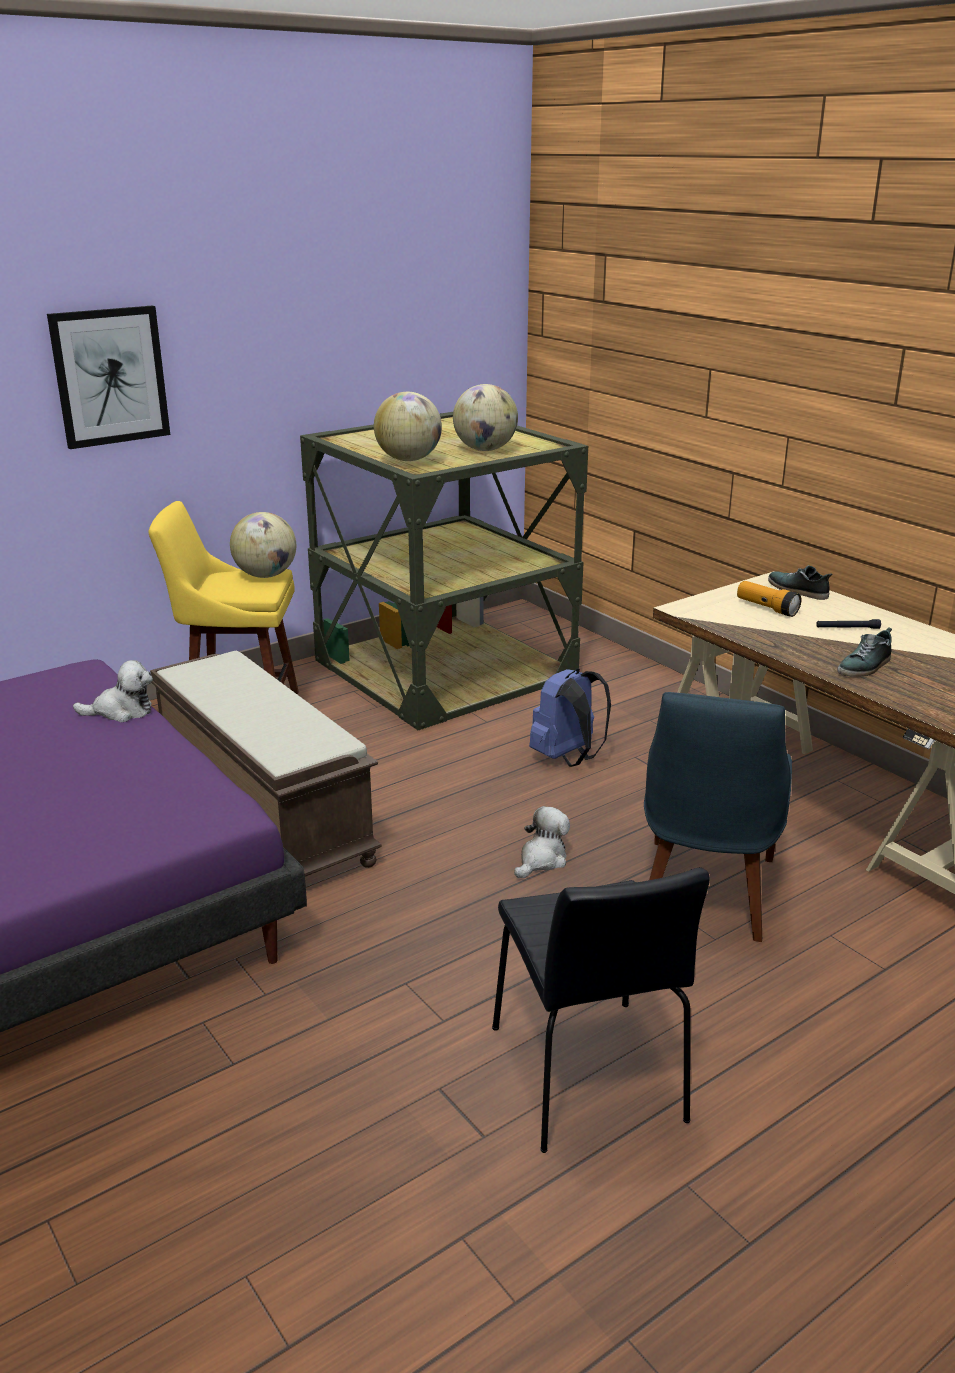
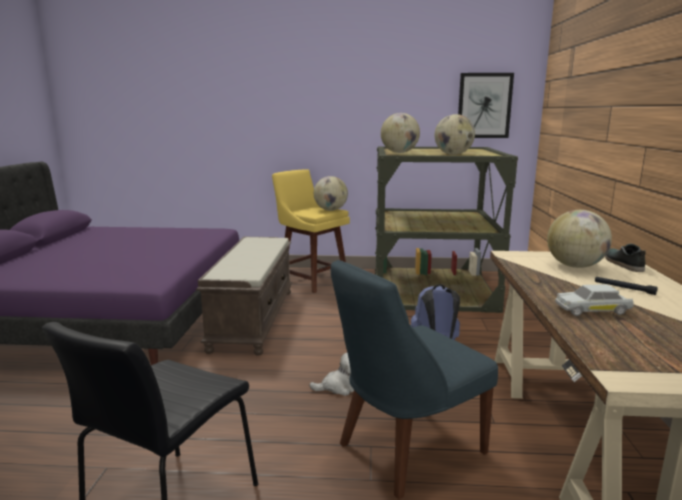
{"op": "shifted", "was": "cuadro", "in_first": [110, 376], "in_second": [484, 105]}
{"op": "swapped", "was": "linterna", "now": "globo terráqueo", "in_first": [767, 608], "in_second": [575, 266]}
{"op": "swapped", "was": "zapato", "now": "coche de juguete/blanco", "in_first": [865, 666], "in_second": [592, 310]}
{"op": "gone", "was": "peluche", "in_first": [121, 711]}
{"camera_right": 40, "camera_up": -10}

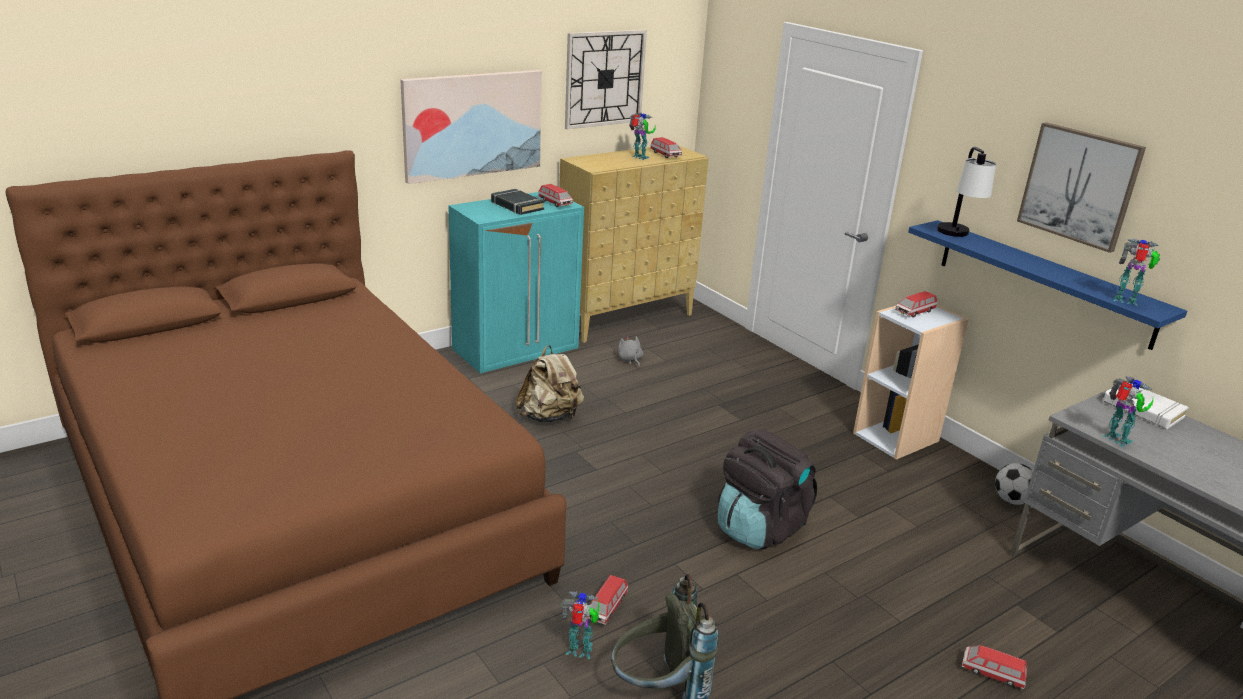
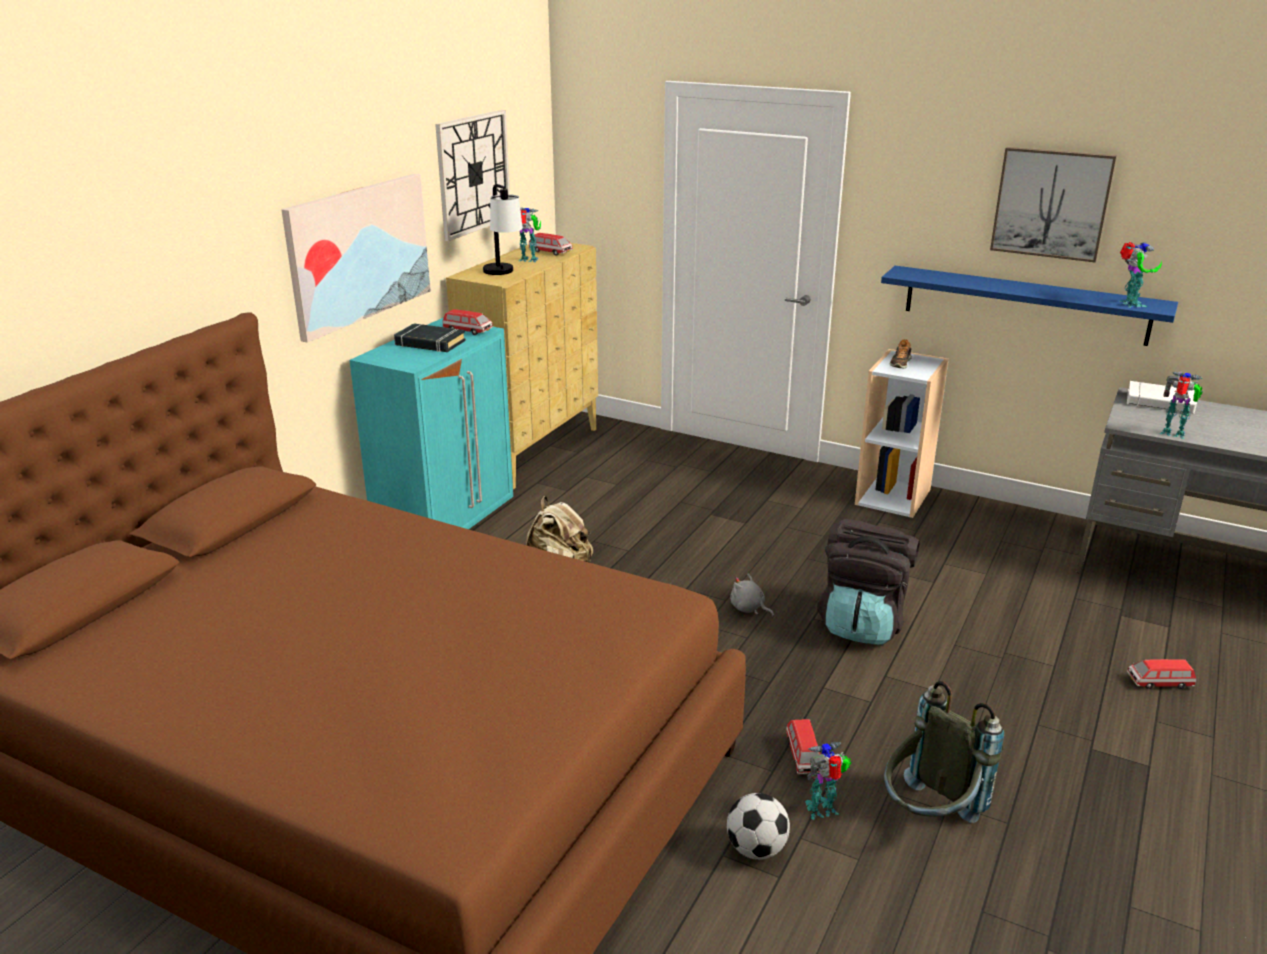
{"op": "shifted", "was": "lámpara de mesa", "in_first": [958, 236], "in_second": [504, 274]}
{"op": "rotated", "was": "robot de juguete", "in_first": [1126, 301], "in_second": [1130, 304], "clockwise": 90}
{"op": "swapped", "was": "coche de juguete", "now": "zapato", "in_first": [915, 312], "in_second": [900, 363]}
{"op": "shifted", "was": "peluche/gris", "in_first": [630, 360], "in_second": [749, 608]}
{"op": "shifted", "was": "balón de fútbol", "in_first": [1011, 500], "in_second": [755, 849]}
{"camera_right": -25, "camera_up": 0}

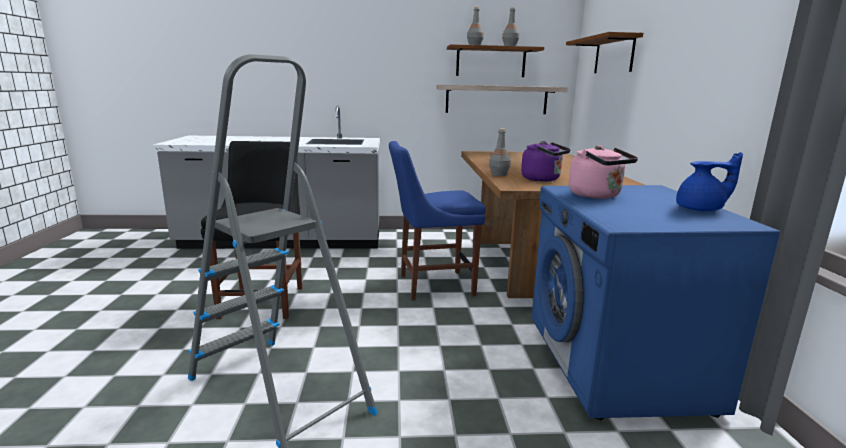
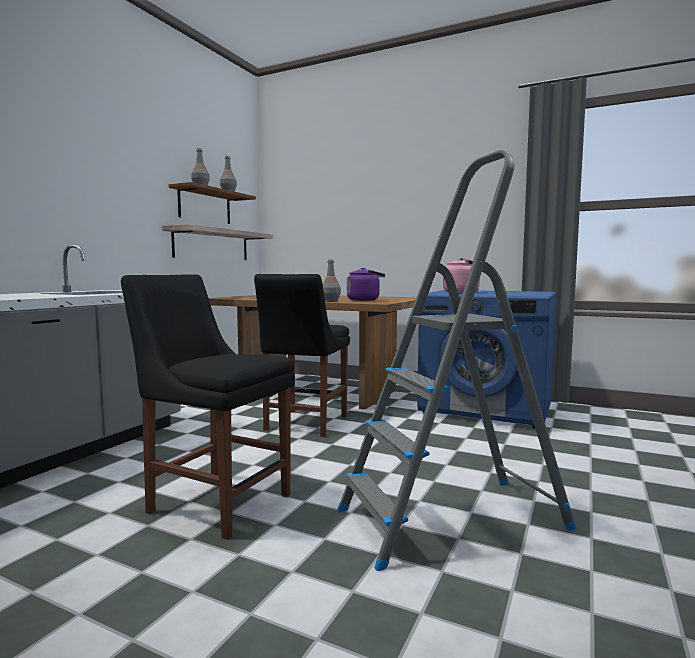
{"op": "gone", "was": "estante/marrón", "in_first": [614, 55]}
{"op": "repainted", "was": "silla/azul", "now": "silla/negro", "in_first": [432, 285], "in_second": [304, 424]}
{"op": "gone", "was": "tetera/azul", "in_first": [701, 209]}
{"camera_right": -60, "camera_up": -10}

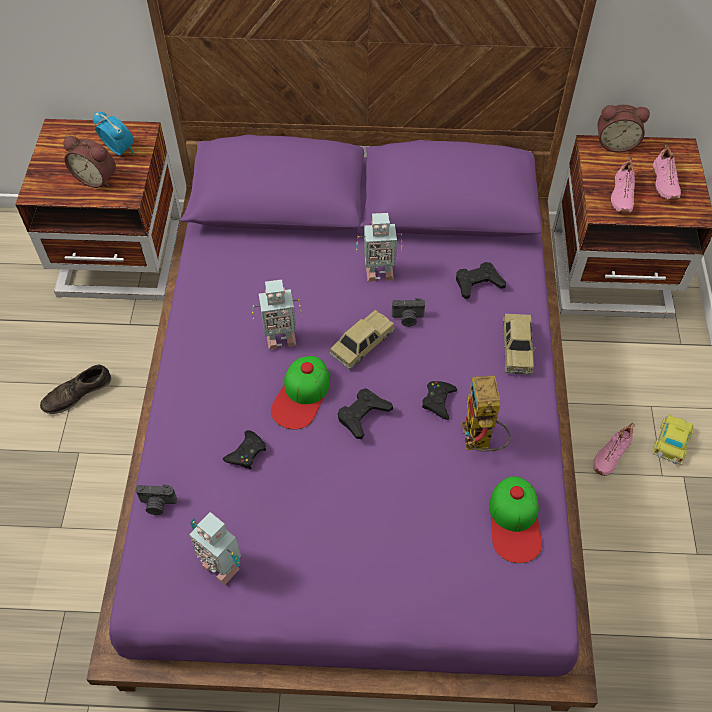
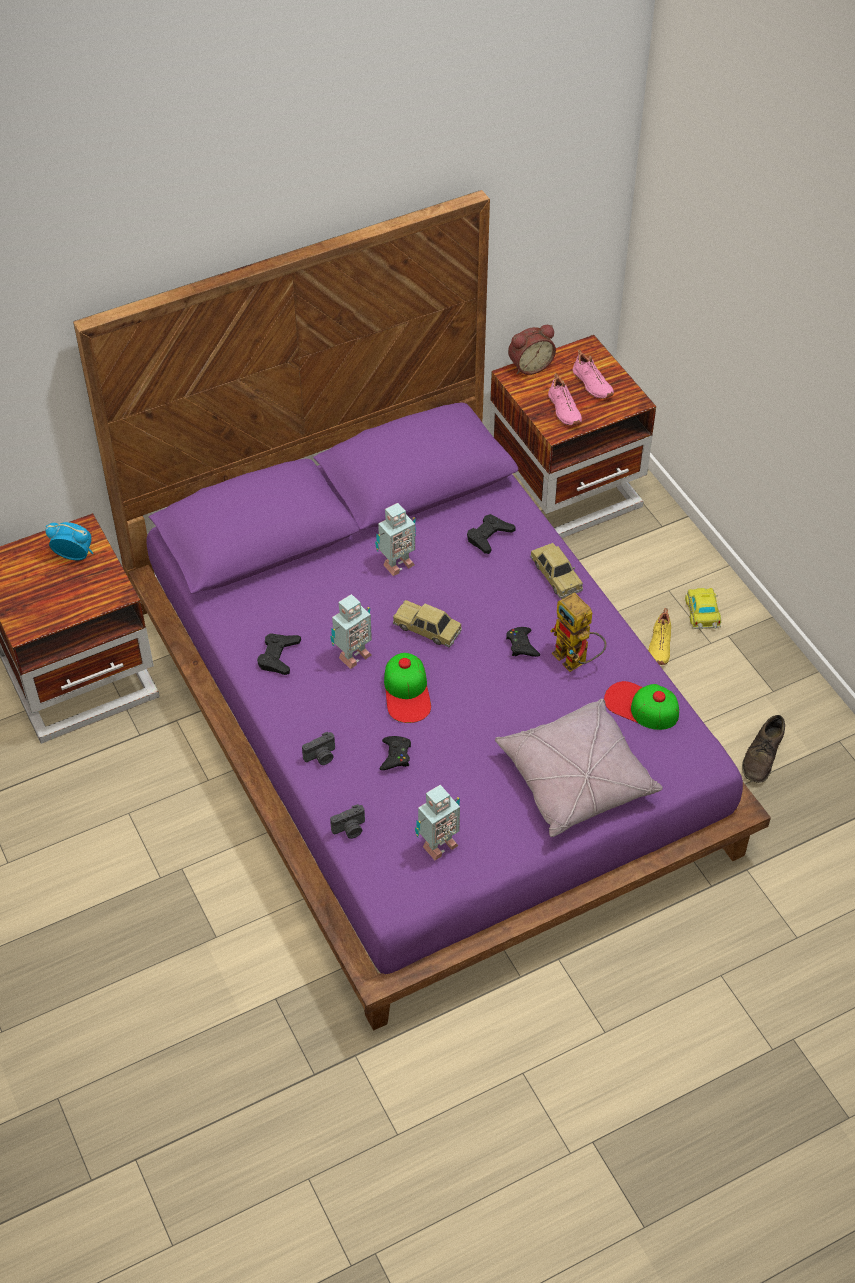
{"op": "gone", "was": "despertador", "in_first": [97, 177]}
{"op": "shifted", "was": "cámara", "in_first": [407, 318], "in_second": [321, 757]}
{"op": "rotated", "was": "coche de juguete", "in_first": [362, 344], "in_second": [427, 629], "clockwise": -75}
{"op": "shifted", "was": "zapato/marrón", "in_first": [77, 393], "in_second": [763, 755]}
{"op": "shifted", "was": "mando de consola/negro", "in_first": [363, 415], "in_second": [278, 656]}
{"op": "repainted", "was": "zapato/rosa", "now": "zapato/amarillo", "in_first": [610, 454], "in_second": [659, 645]}
{"op": "rotated", "was": "gorra", "in_first": [515, 521], "in_second": [641, 706], "clockwise": 150}
{"op": "rotated", "was": "robot de juguete", "in_first": [221, 564], "in_second": [437, 845], "clockwise": -45}
{"op": "new", "now": "cojín/morado", "in_second": [575, 779]}
{"camera_right": -30, "camera_up": -5}

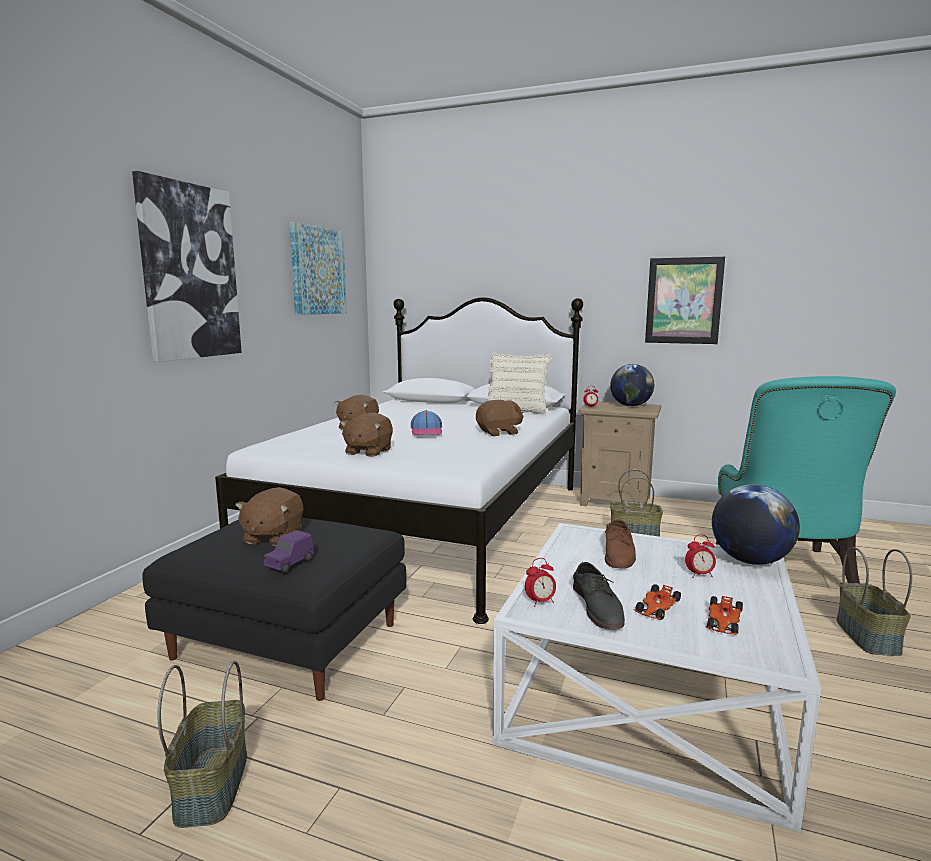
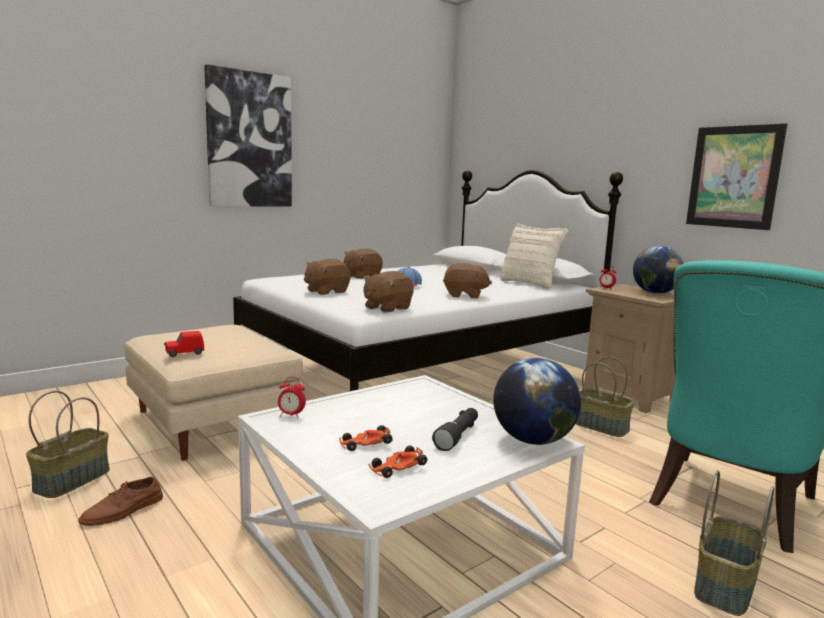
{"op": "gone", "was": "cuadro", "in_first": [317, 271]}
{"op": "shifted", "was": "peluche/marrón", "in_first": [272, 537], "in_second": [387, 308]}
{"op": "repainted", "was": "puf/negro", "now": "puf/beis", "in_first": [290, 641], "in_second": [215, 422]}
{"op": "shifted", "was": "zapato/marrón", "in_first": [619, 554], "in_second": [123, 511]}
{"op": "repainted", "was": "coche de juguete/morado", "now": "coche de juguete/rojo", "in_first": [289, 563], "in_second": [184, 353]}
{"op": "swapped", "was": "despertador", "now": "linterna/negro", "in_first": [699, 575], "in_second": [458, 436]}
{"op": "gone", "was": "zapato/gris", "in_first": [598, 606]}
{"camera_right": 30, "camera_up": 0}

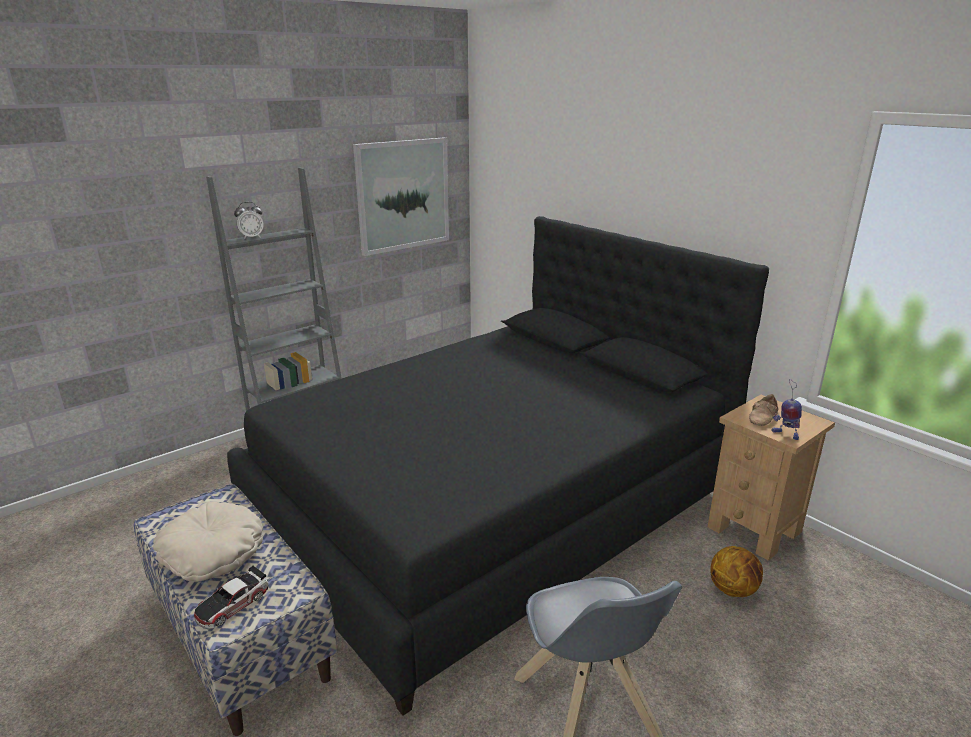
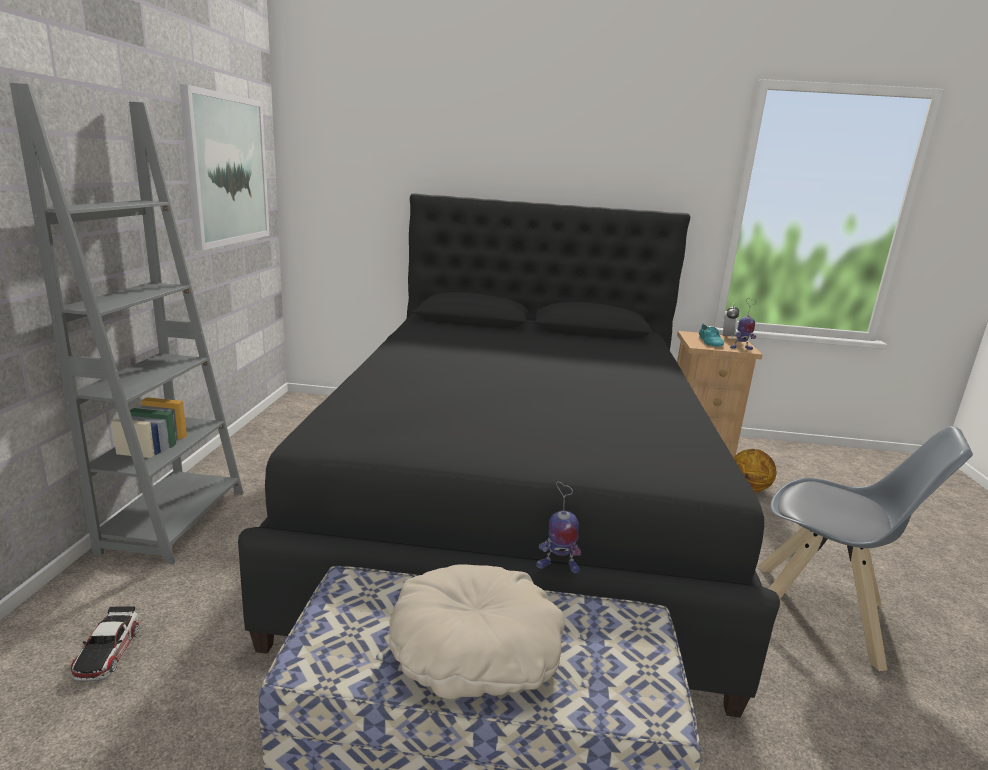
{"op": "shifted", "was": "despertador", "in_first": [251, 237], "in_second": [727, 337]}
{"op": "repainted", "was": "zapato/beis", "now": "zapato/turquesa", "in_first": [764, 417], "in_second": [710, 342]}
{"op": "shifted", "was": "coche de juguete", "in_first": [232, 604], "in_second": [107, 651]}
{"op": "new", "now": "robot de juguete", "in_second": [557, 566]}
{"camera_right": -45, "camera_up": -5}

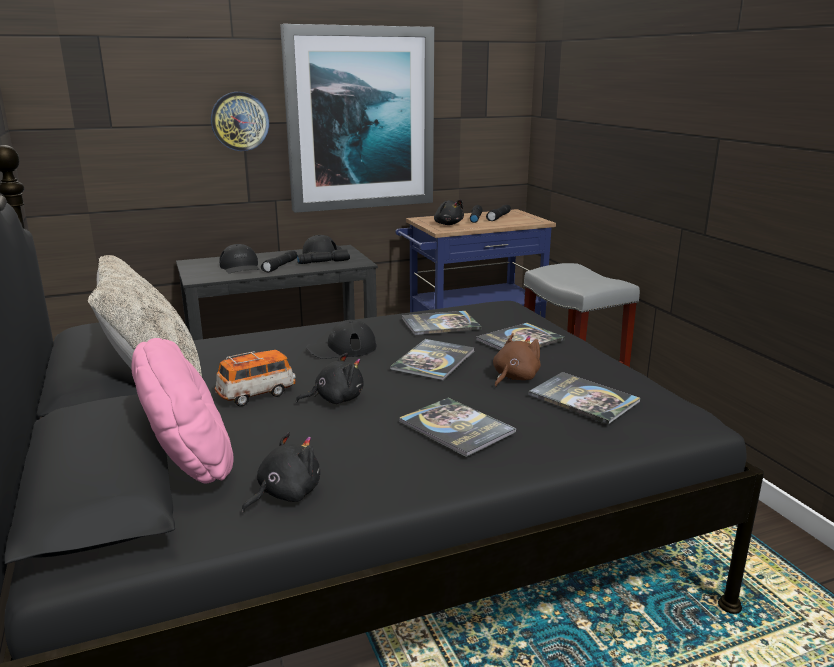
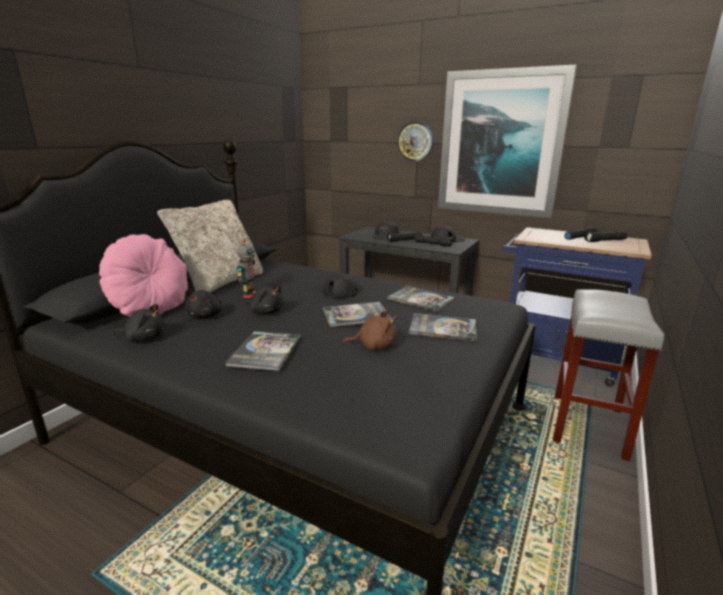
{"op": "shifted", "was": "peluche/negro", "in_first": [448, 224], "in_second": [206, 316]}
{"op": "swapped", "was": "coche de juguete", "now": "robot de juguete", "in_first": [257, 394], "in_second": [249, 295]}
{"op": "gone", "was": "libro", "in_first": [583, 399]}
{"camera_right": 50, "camera_up": 0}

